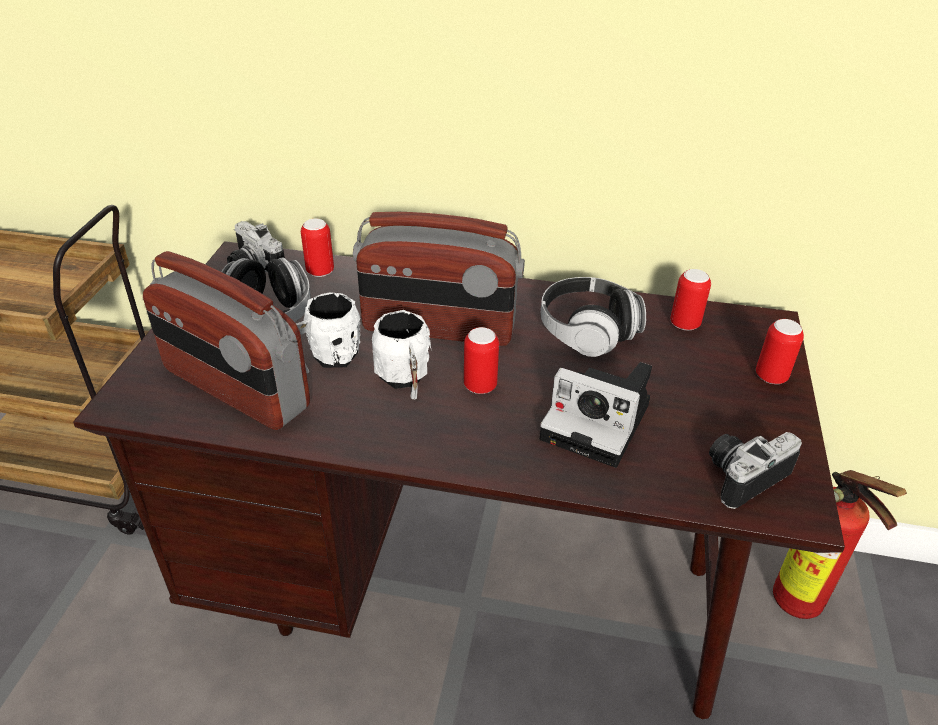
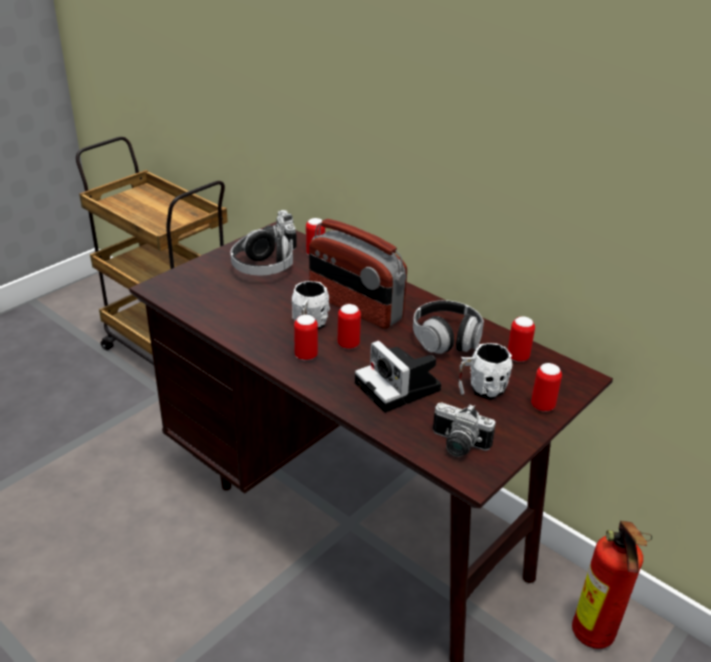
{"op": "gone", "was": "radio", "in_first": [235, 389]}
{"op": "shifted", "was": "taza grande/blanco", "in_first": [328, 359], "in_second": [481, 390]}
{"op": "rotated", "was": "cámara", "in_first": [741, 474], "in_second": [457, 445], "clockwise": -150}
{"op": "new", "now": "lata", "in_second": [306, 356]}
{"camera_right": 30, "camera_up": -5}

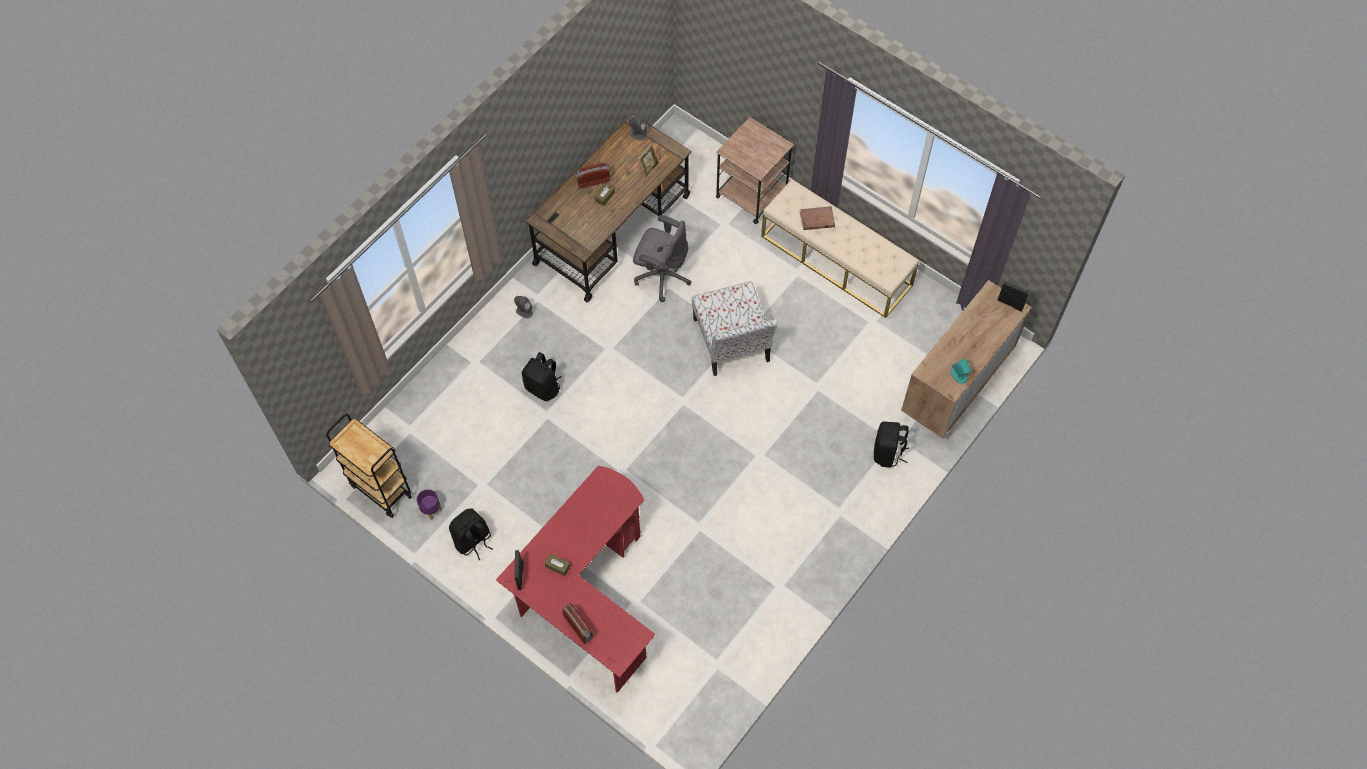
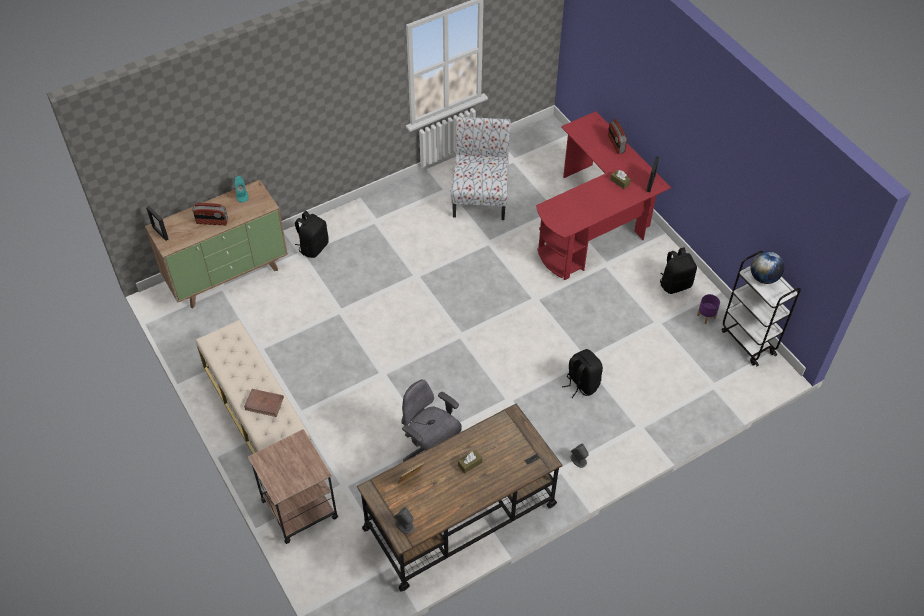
{"op": "shifted", "was": "radio", "in_first": [593, 181], "in_second": [212, 222]}
{"op": "shifted", "was": "silla", "in_first": [732, 341], "in_second": [480, 195]}
{"op": "repainted", "was": "carrito/marrón", "now": "carrito/blanco", "in_first": [380, 492], "in_second": [748, 343]}
{"op": "new", "now": "globo terráqueo", "in_second": [763, 277]}
{"camera_right": -160, "camera_up": -10}

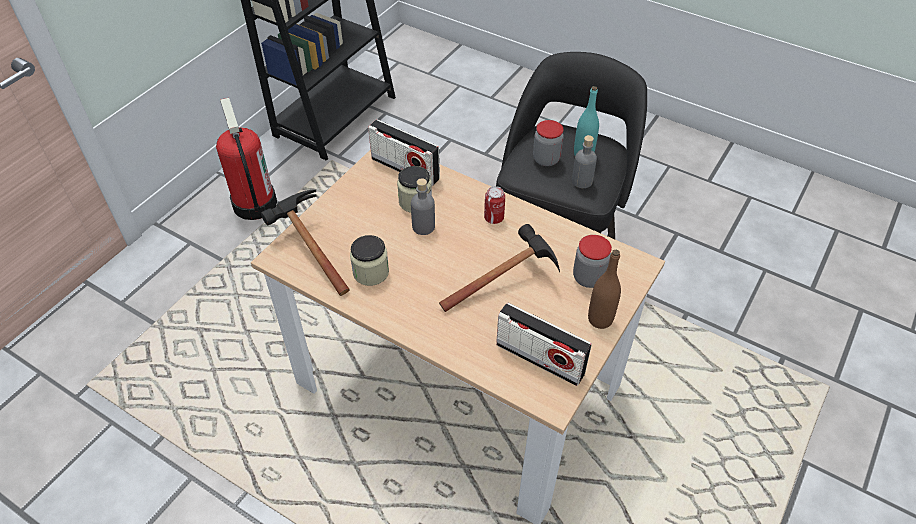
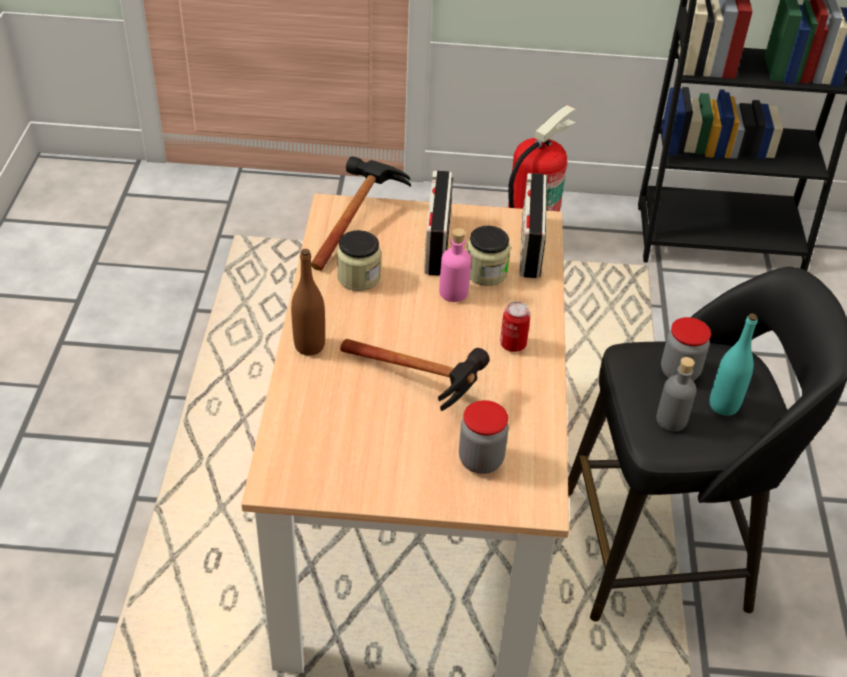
{"op": "repainted", "was": "botella/gris", "now": "botella/rosa", "in_first": [423, 226], "in_second": [453, 292]}
{"op": "shifted", "was": "botella/marrón", "in_first": [600, 319], "in_second": [309, 346]}
{"op": "shifted", "was": "radio", "in_first": [540, 359], "in_second": [437, 244]}
{"camera_right": 60, "camera_up": -5}

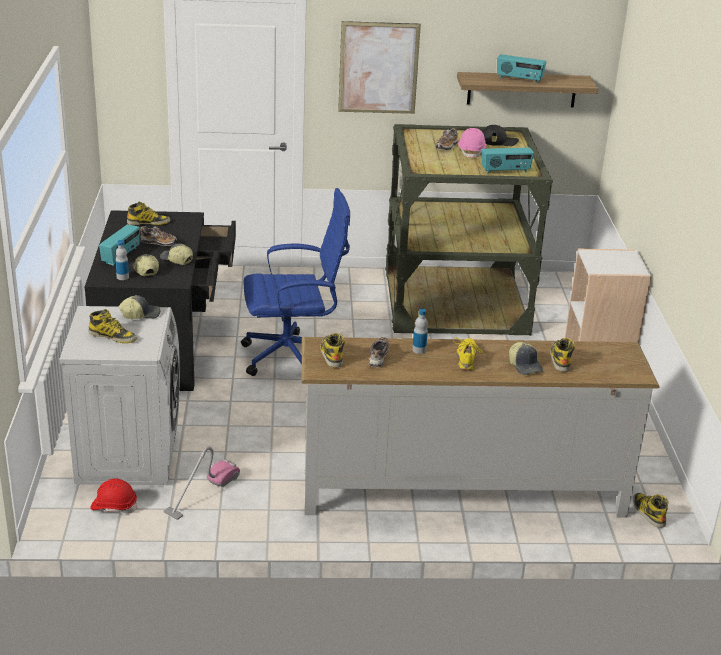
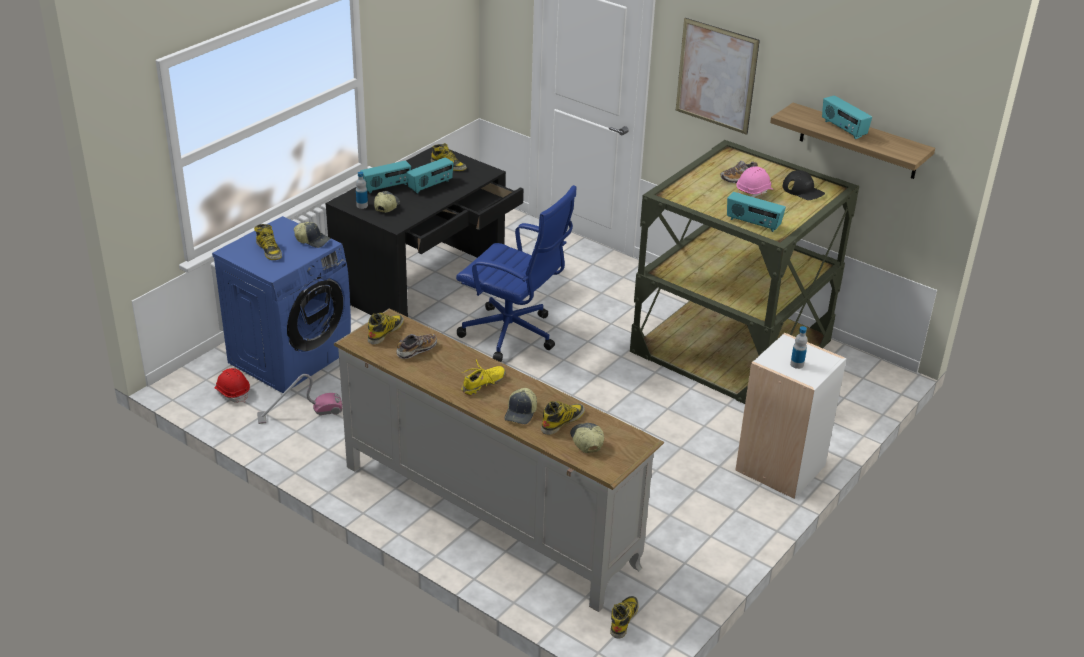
{"op": "swapped", "was": "zapato", "now": "radio", "in_first": [158, 242], "in_second": [430, 186]}
{"op": "shifted", "was": "gorra", "in_first": [176, 260], "in_second": [586, 441]}
{"op": "repainted", "was": "lavadora/blanco", "now": "lavadora/azul", "in_first": [128, 455], "in_second": [290, 358]}
{"op": "shifted", "was": "botella", "in_first": [419, 350], "in_second": [797, 364]}
{"camera_right": 40, "camera_up": 5}

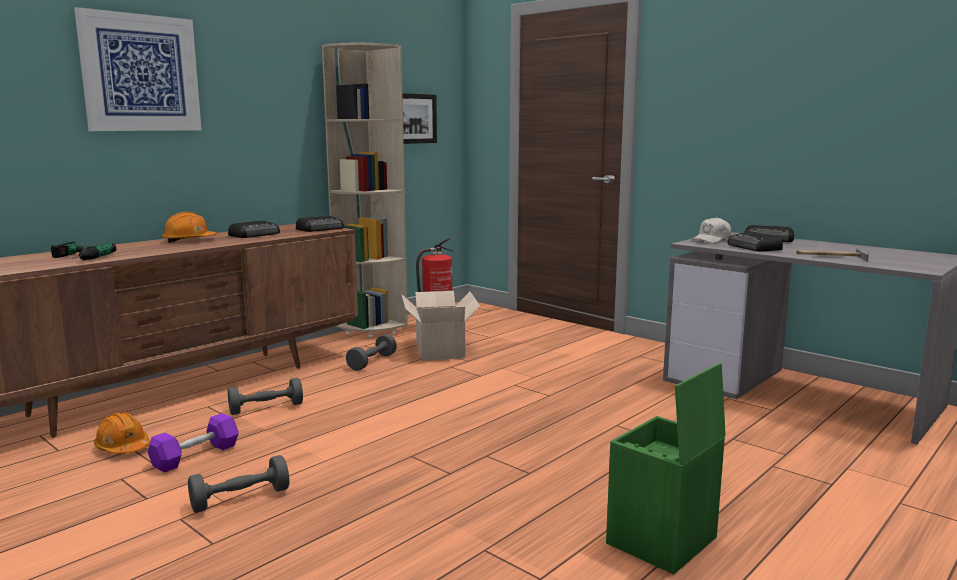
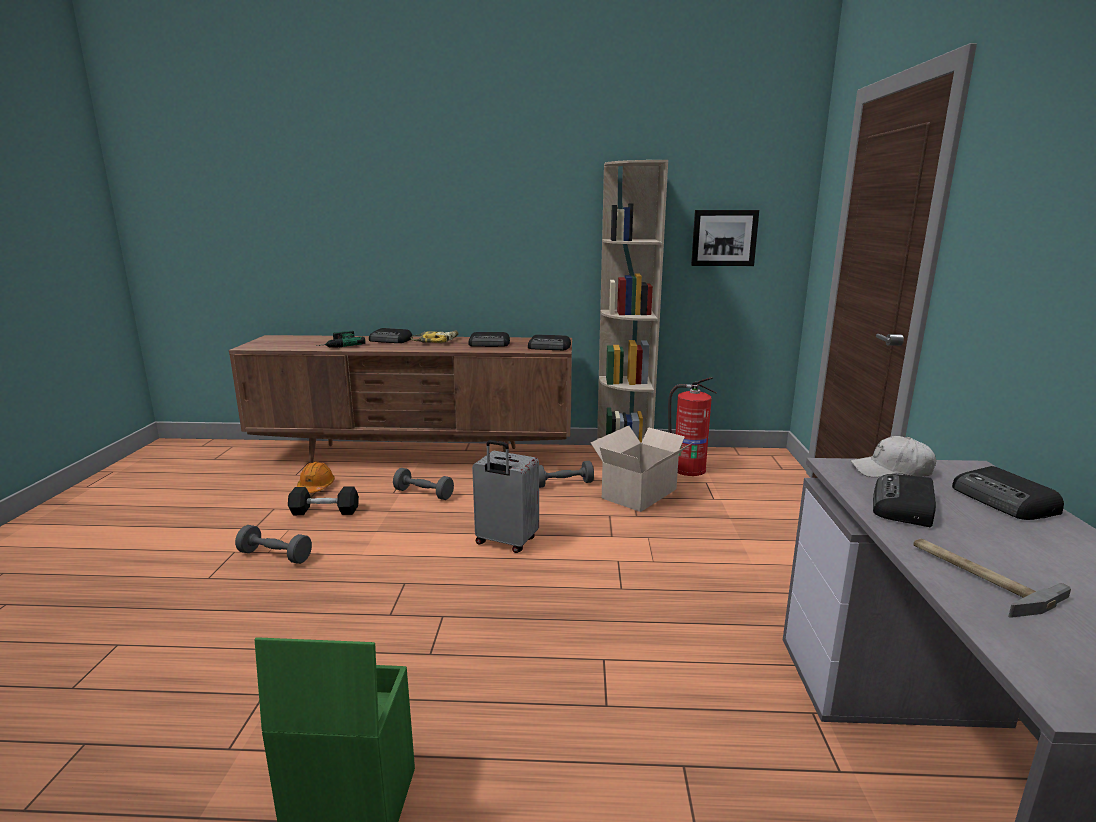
{"op": "gone", "was": "cuadro", "in_first": [141, 73]}
{"op": "swapped", "was": "casco/naranja", "now": "taladro", "in_first": [189, 240], "in_second": [436, 341]}
{"op": "repainted", "was": "mancuerna/morado", "now": "mancuerna/negro", "in_first": [195, 456], "in_second": [325, 511]}
{"op": "new", "now": "radio", "in_second": [391, 340]}
{"op": "new", "now": "maleta/gris", "in_second": [505, 542]}
{"camera_right": 50, "camera_up": 5}

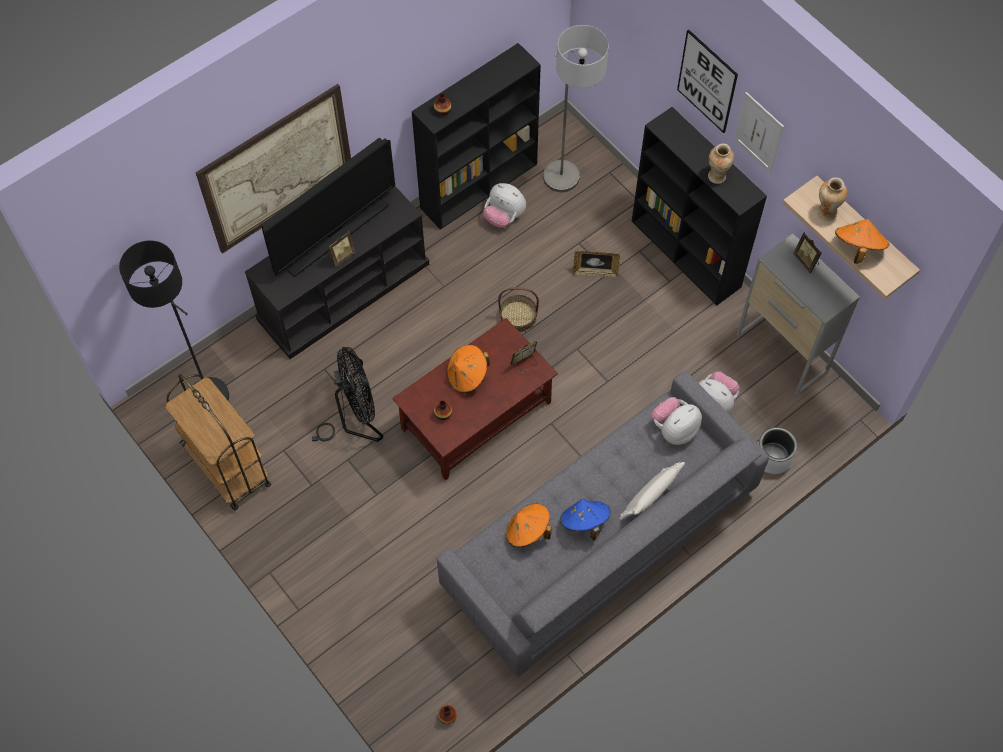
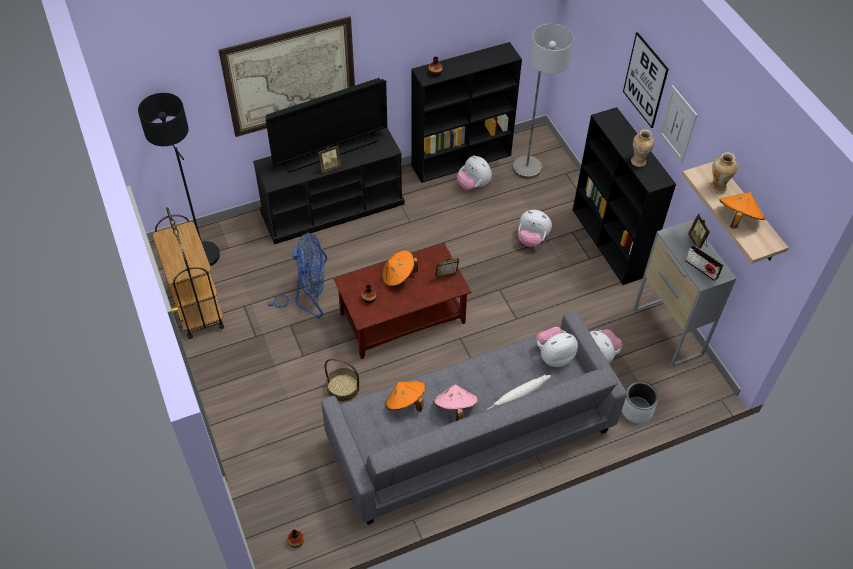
{"op": "swapped", "was": "portarretratos", "now": "peluche", "in_first": [595, 272], "in_second": [532, 239]}
{"op": "shifted", "was": "cesta", "in_first": [518, 316], "in_second": [343, 387]}
{"op": "repainted", "was": "ventilador/negro", "now": "ventilador/azul", "in_first": [352, 412], "in_second": [307, 292]}
{"op": "repainted", "was": "sombrero/azul", "now": "sombrero/rosa", "in_first": [584, 522], "in_second": [455, 407]}
{"op": "new", "now": "radio", "in_second": [701, 269]}
{"camera_right": 15, "camera_up": -10}

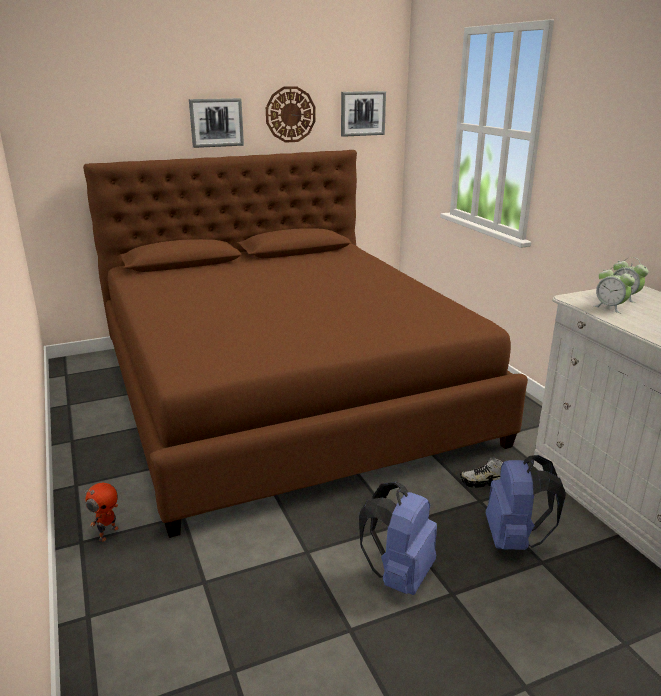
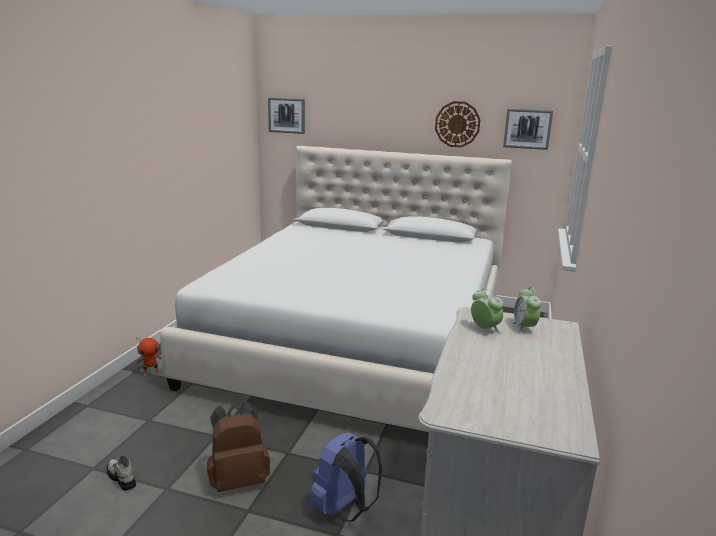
{"op": "shifted", "was": "cuadro", "in_first": [216, 122], "in_second": [286, 115]}
{"op": "repainted", "was": "cama/marrón", "now": "cama/blanco", "in_first": [285, 391], "in_second": [358, 340]}
{"op": "rotated", "was": "despertador", "in_first": [610, 307], "in_second": [484, 329], "clockwise": 150}
{"op": "shifted", "was": "zapato", "in_first": [482, 482], "in_second": [121, 478]}
{"op": "repainted", "was": "mochila/azul", "now": "mochila/marrón", "in_first": [399, 575], "in_second": [239, 479]}
{"camera_right": 40, "camera_up": -5}

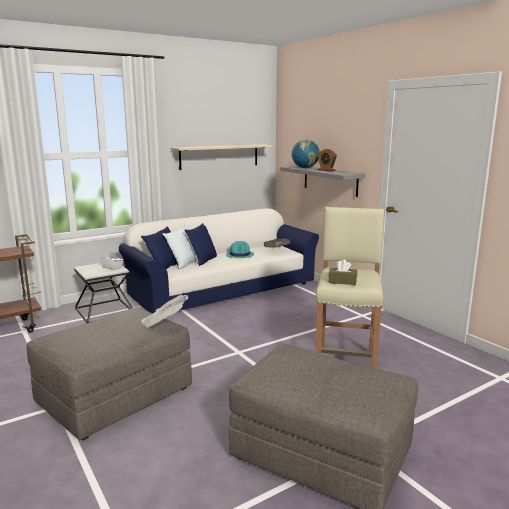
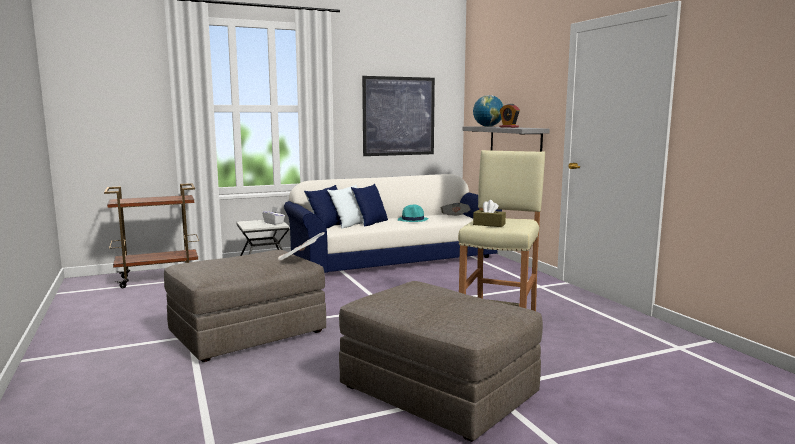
{"op": "swapped", "was": "estante/beis", "now": "cuadro", "in_first": [219, 156], "in_second": [398, 116]}
{"camera_right": 10, "camera_up": -5}

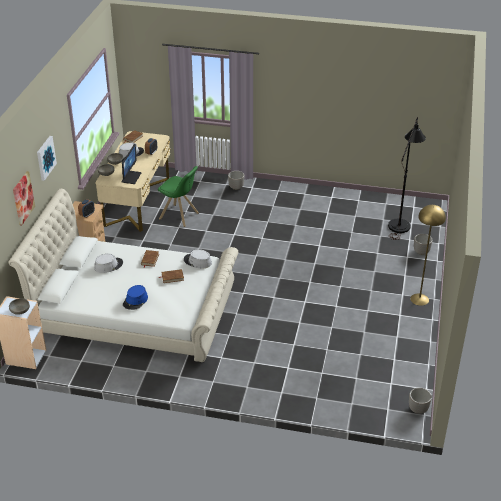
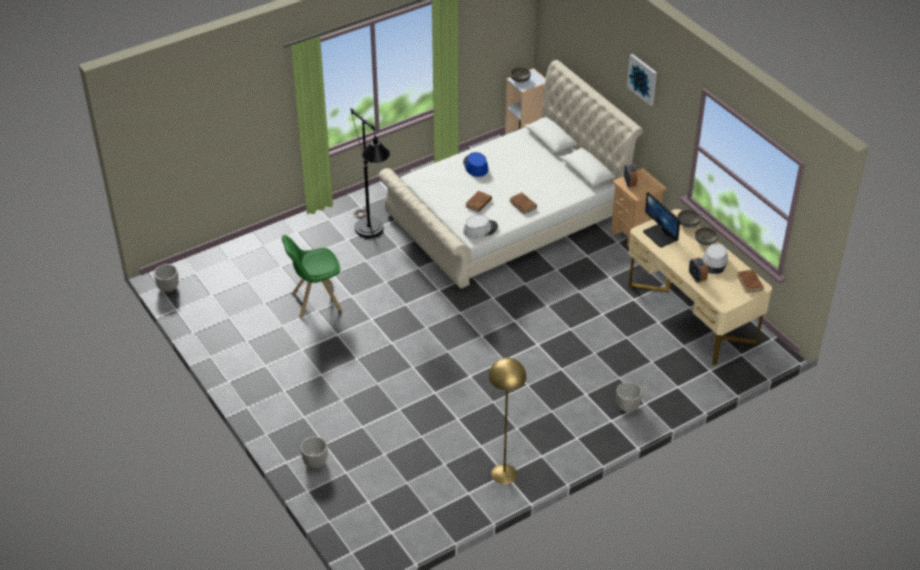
{"op": "shifted", "was": "lámpara de pie/negro", "in_first": [400, 223], "in_second": [372, 233]}
{"op": "shifted", "was": "silla/verde", "in_first": [179, 216], "in_second": [316, 301]}
{"op": "gone", "was": "cuadro", "in_first": [23, 198]}
{"op": "shifted", "was": "lámpara de pie/amarillo", "in_first": [419, 299], "in_second": [504, 473]}
{"op": "gone", "was": "sombrero/gris", "in_first": [108, 265]}
{"camera_right": 135, "camera_up": 5}

